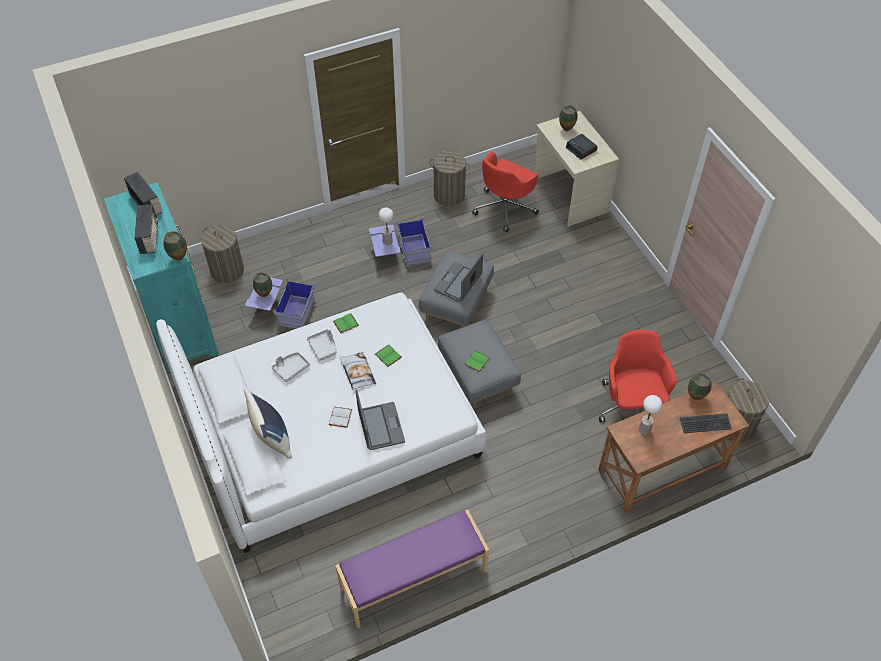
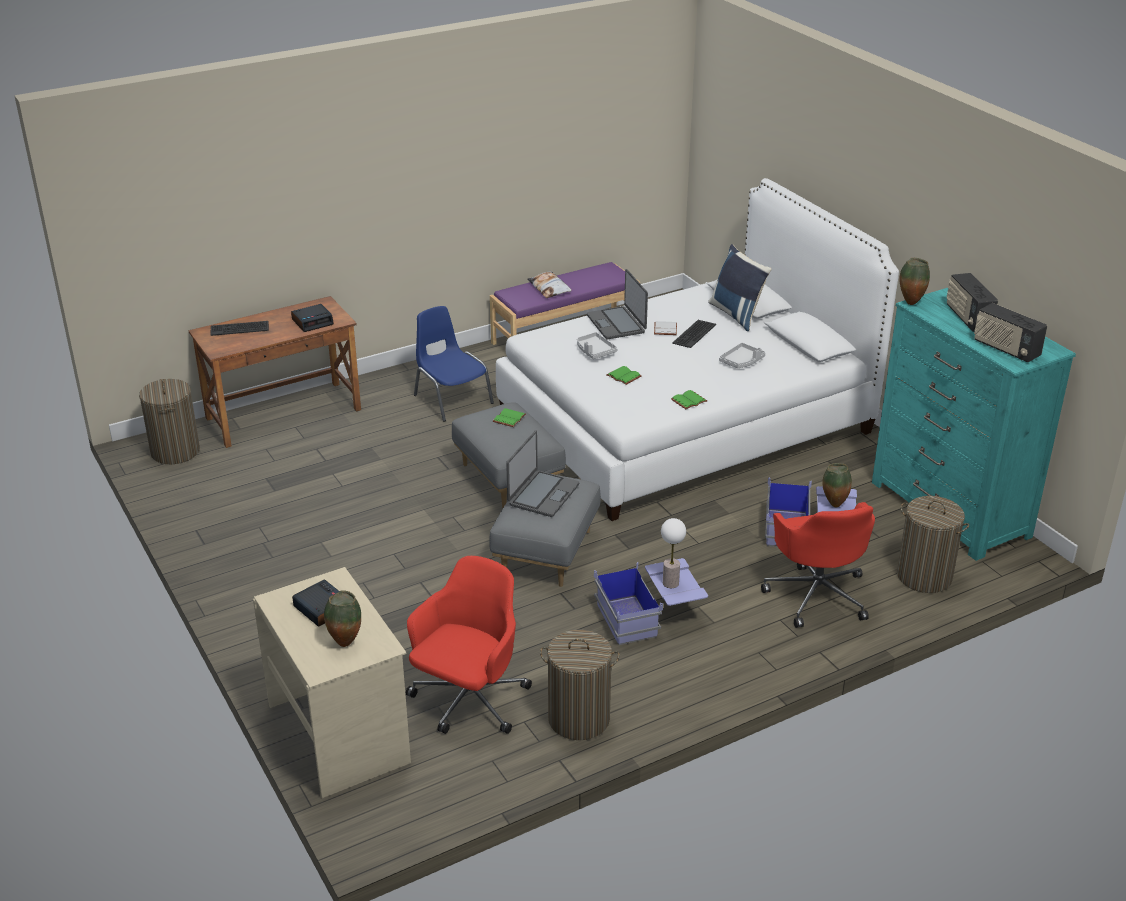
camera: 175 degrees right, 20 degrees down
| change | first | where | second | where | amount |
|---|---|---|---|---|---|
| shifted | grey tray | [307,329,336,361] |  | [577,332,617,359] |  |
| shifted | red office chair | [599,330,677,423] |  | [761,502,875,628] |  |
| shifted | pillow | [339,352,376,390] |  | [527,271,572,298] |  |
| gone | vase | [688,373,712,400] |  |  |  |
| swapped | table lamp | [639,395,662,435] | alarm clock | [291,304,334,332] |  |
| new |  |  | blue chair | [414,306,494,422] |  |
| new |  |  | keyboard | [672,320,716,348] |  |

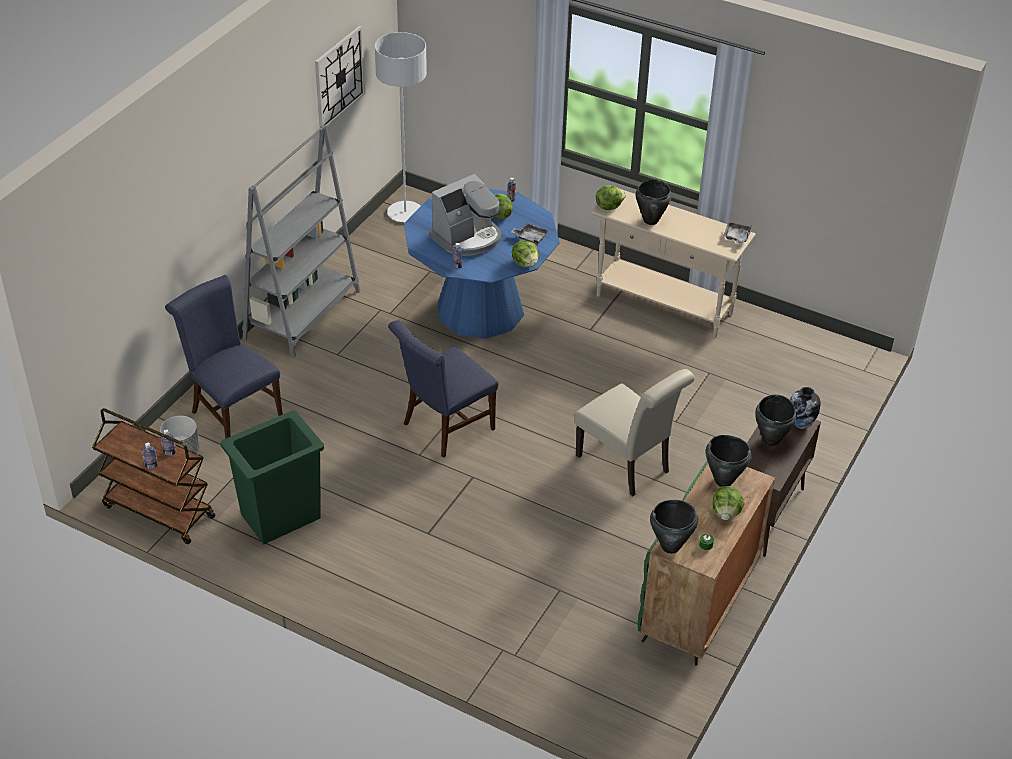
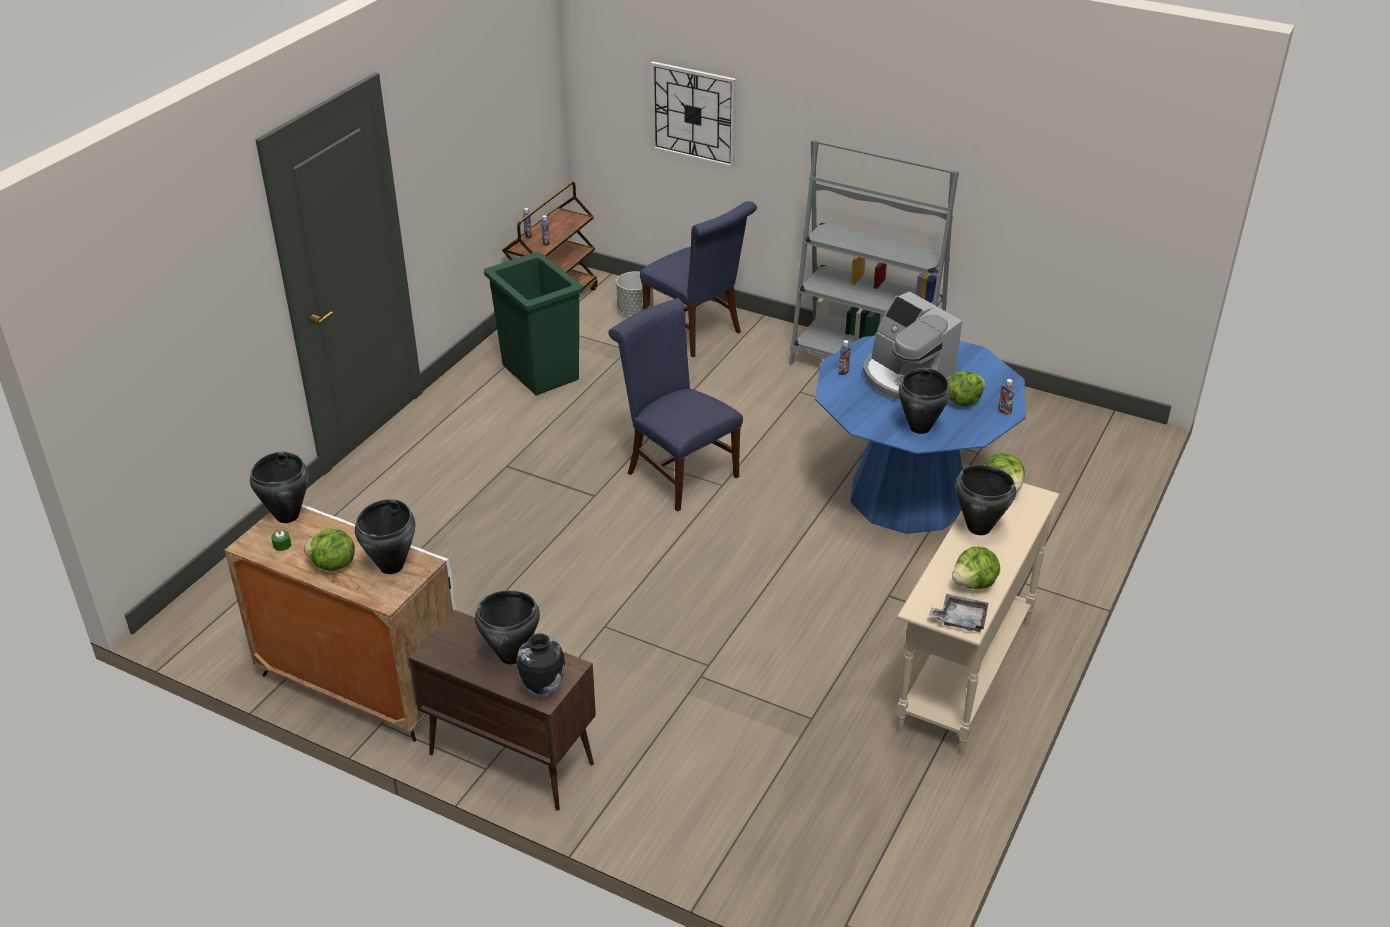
camera: 90 degrees right, 5 degrees down
| change | first | where | second | where | amount |
|---|---|---|---|---|---|
| shifted | wall clock | [315,26,365,127] |  | [650,61,736,168] |  |
| gone | grey floor lamp | [375,32,427,222] |  |  |  |
| swapped | grey tray | [511,223,549,245] | black cooking pot | [898,368,951,434] |  |
| shifted | lettuce | [512,240,539,267] |  | [952,547,1000,589] |  |
| rotated | blue chair | [165,275,283,439] |  | [640,201,757,357] | 90 degrees clockwise |
| gone | beige chair | [574,369,695,496] |  |  |  |
| repainted | green cabinet | [638,461,775,666] | white cabinet | [225,505,456,742] |  |

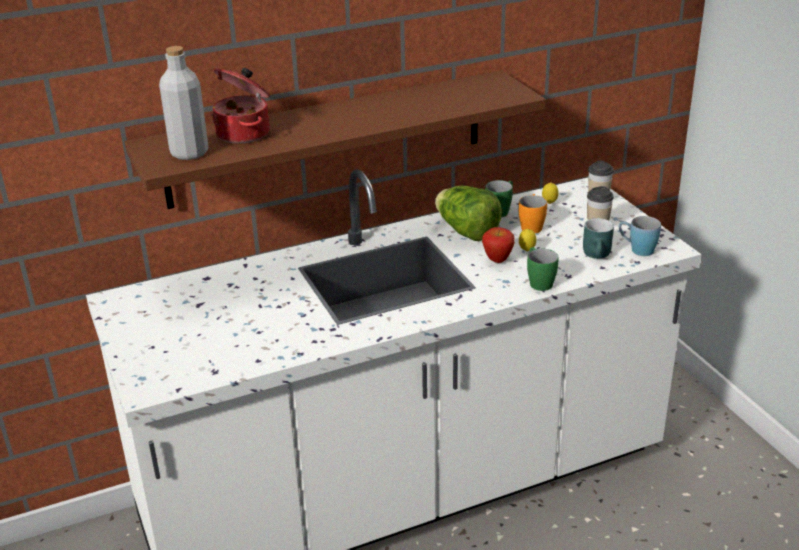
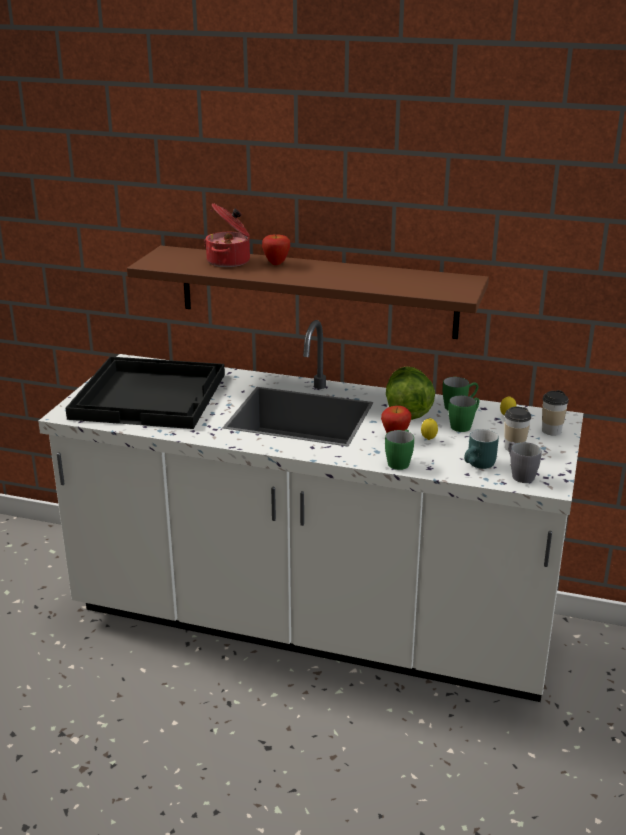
camera: 40 degrees right, 5 degrees down
| change | first | where | second | where | amount |
|---|---|---|---|---|---|
| gone | grey bottle | [159,46,209,160] |  |  |  |
| repainted | orange mug | [519,194,547,233] | green mug | [448,395,480,432] |  |
| repainted | blue mug | [619,216,661,256] | grey mug | [508,442,542,483] |  |
| new |  |  | apple | [262,234,290,265] |  |
| new |  |  | black tray | [65,357,225,429] |  |

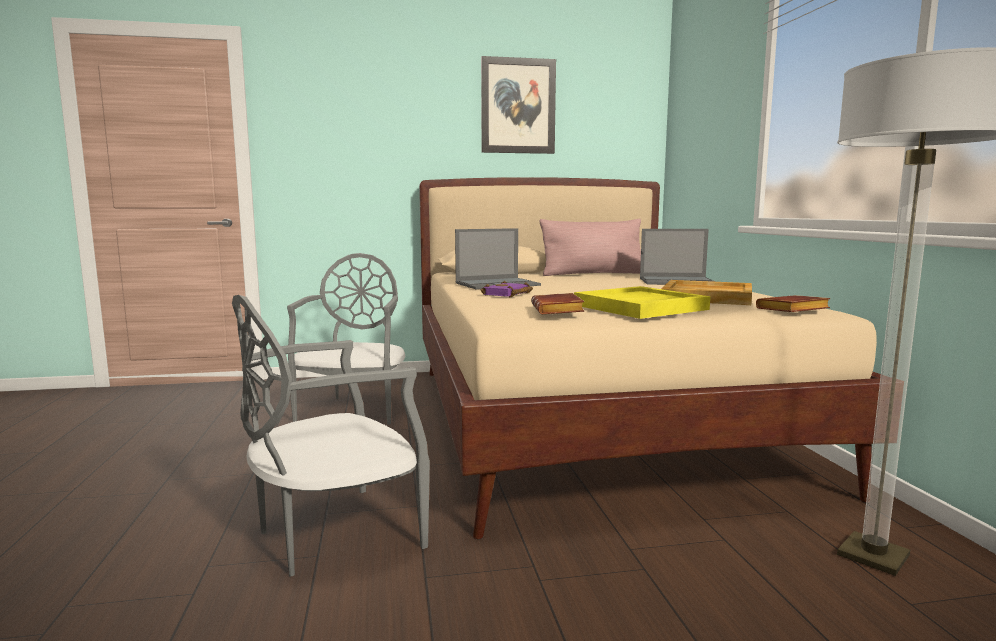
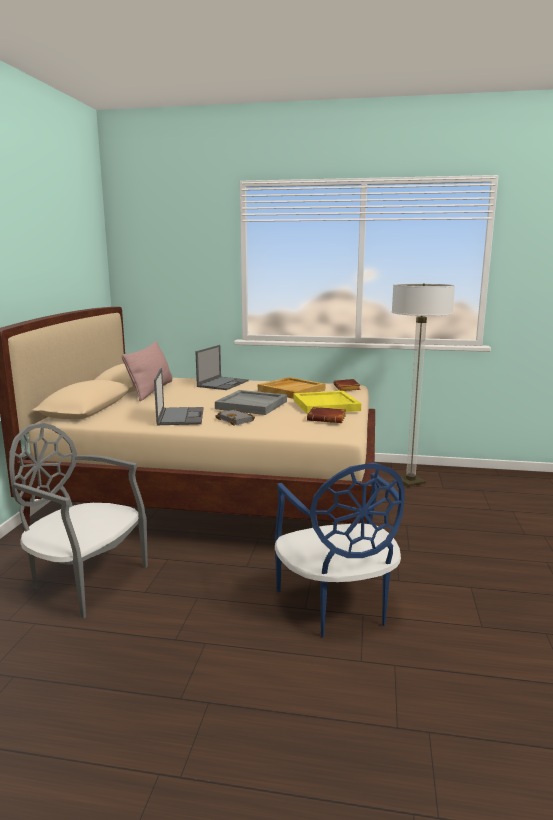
camera: 70 degrees left, 5 degrees up
| change | first | where | second | where | amount |
|---|---|---|---|---|---|
| gone | picture | [481,56,556,154] |  |  |  |
| repainted | purple book | [481,281,533,297] | grey book | [215,409,255,425] |  |
| repainted | grey chair | [232,295,430,577] | blue chair | [275,463,404,637] |  |
| new |  |  | grey tray | [215,390,287,415] |  |

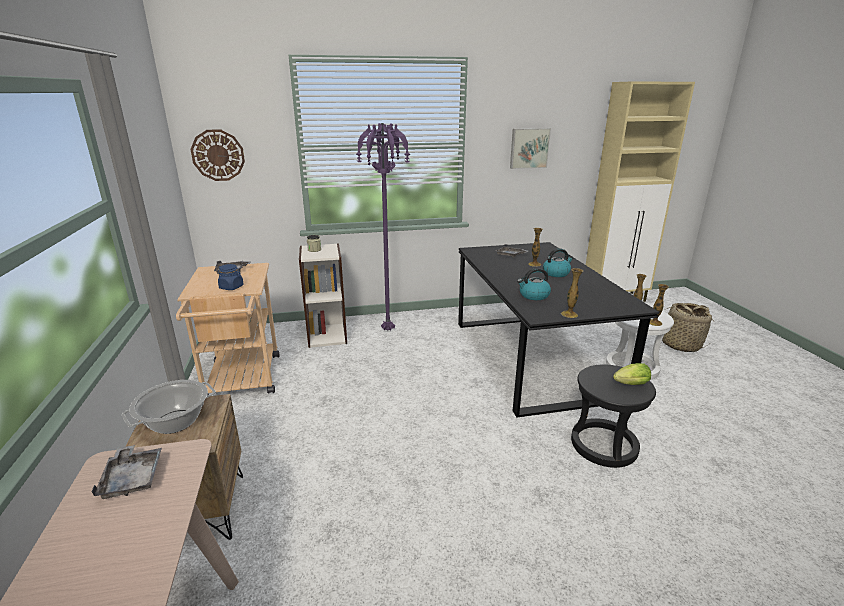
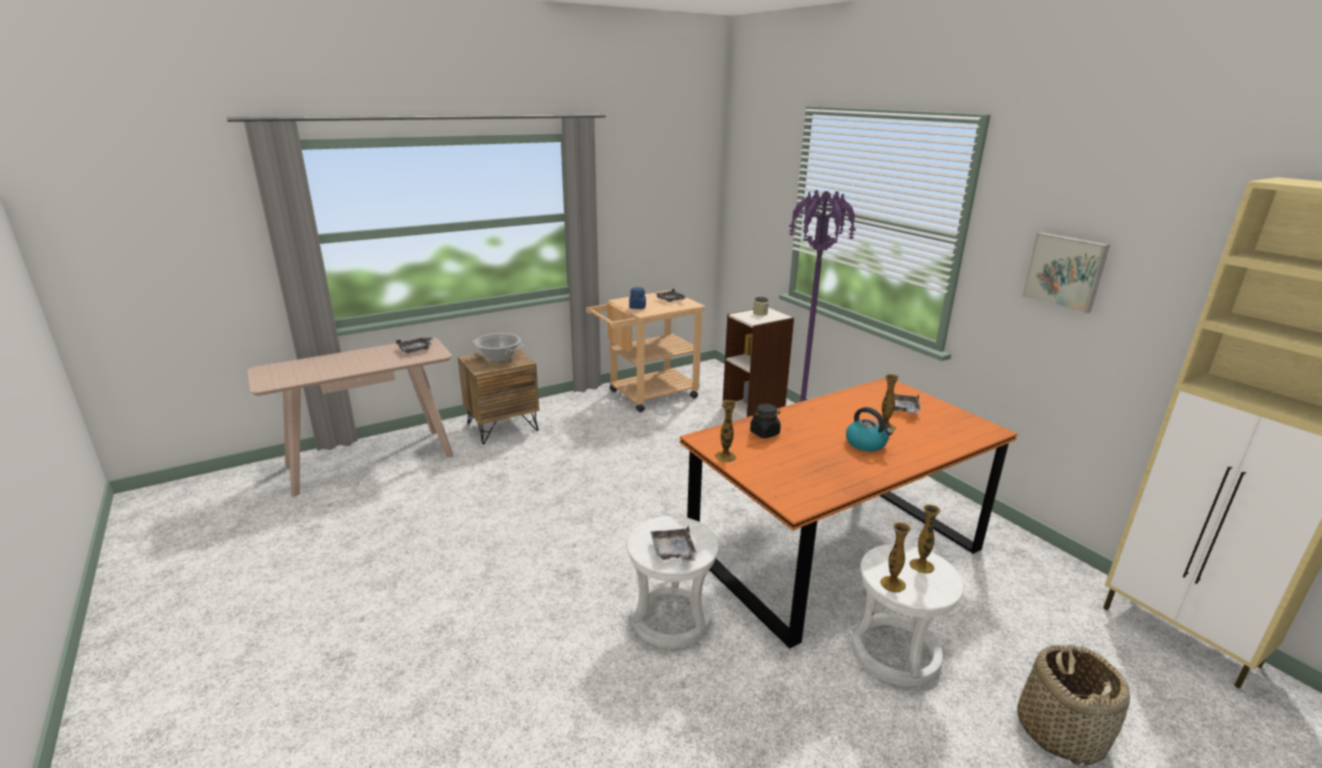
camera: 70 degrees right, 0 degrees up
| change | first | where | second | where | amount |
|---|---|---|---|---|---|
| gone | wall clock | [190,130,245,181] |  |  |  |
| repainted | black dining table | [458,242,659,417] | orange dining table | [680,378,1018,649] |  |
| swapped | kettle | [517,268,551,300] | black jar | [750,404,781,438] |  |
| swapped | lettuce | [613,363,651,385] | grey tray | [650,526,697,562] |  |
| repainted | black stool | [571,364,656,468] | white stool | [627,516,719,649] |  |

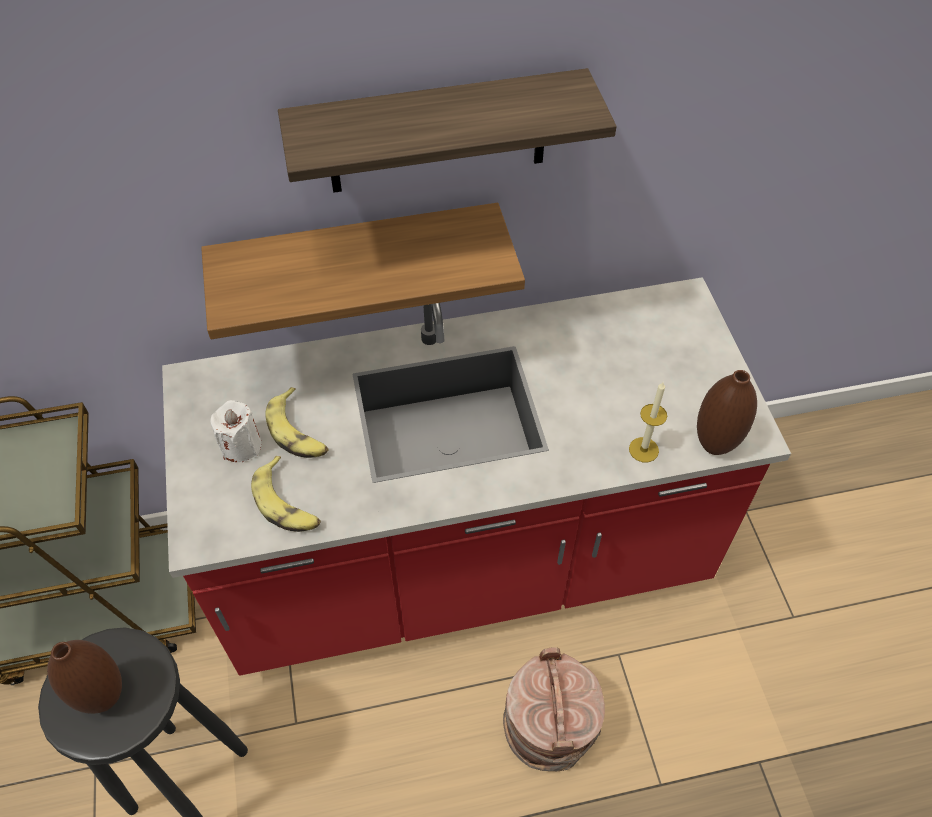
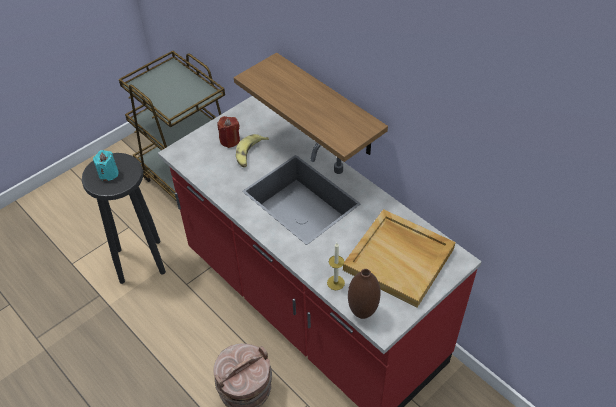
camera: 60 degrees right, 5 degrees down
| change | first | where | second | where | amount |
|---|---|---|---|---|---|
| gone | shelf | [278,68,617,193] |  |  |  |
| repainted | white candle | [210,400,262,462] | red candle | [217,116,240,148] |  |
| gone | banana | [251,456,321,532] |  |  |  |
| swapped | brown vase | [47,640,122,714] | turquoise candle | [93,150,119,181] |  |
| new |  |  | beige tray | [343,209,456,308] |  |

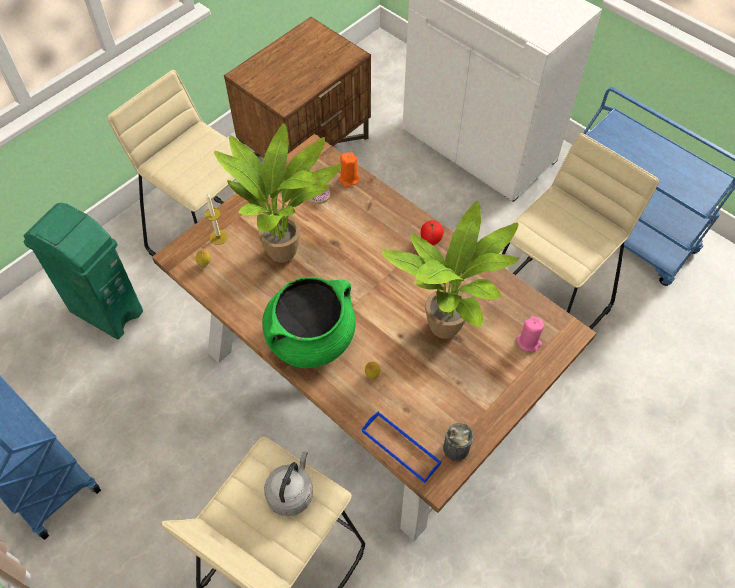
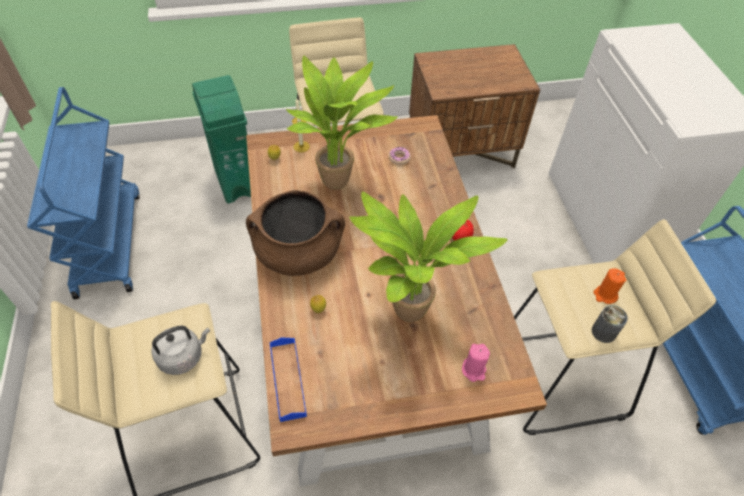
camera: 35 degrees right, 5 degrees down
| change | first | where | second | where | amount |
|---|---|---|---|---|---|
| shifted | orange candle | [339,152,360,188] |  | [594,268,626,304] |  |
| repainted | green cooking pot | [262,277,356,368] | brown cooking pot | [246,190,345,276] |  |
| shifted | can | [443,423,473,461] |  | [592,305,628,343] |  |

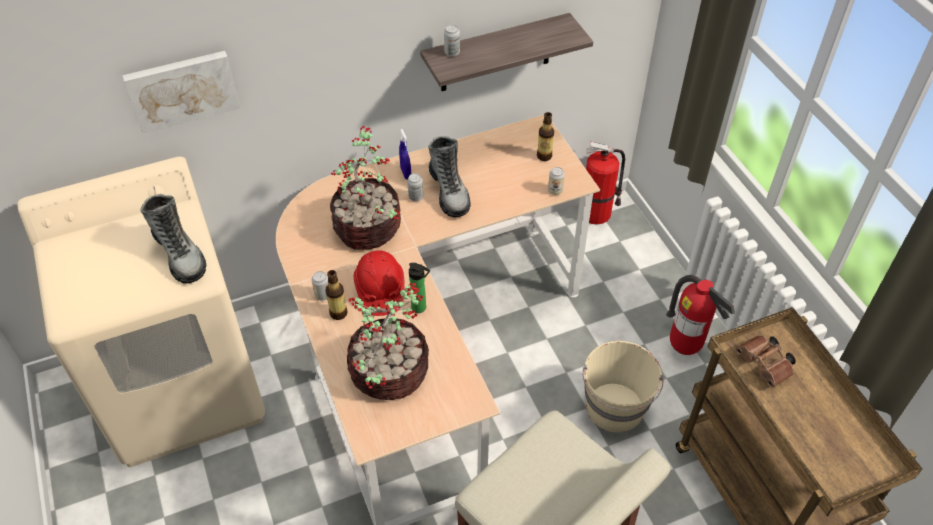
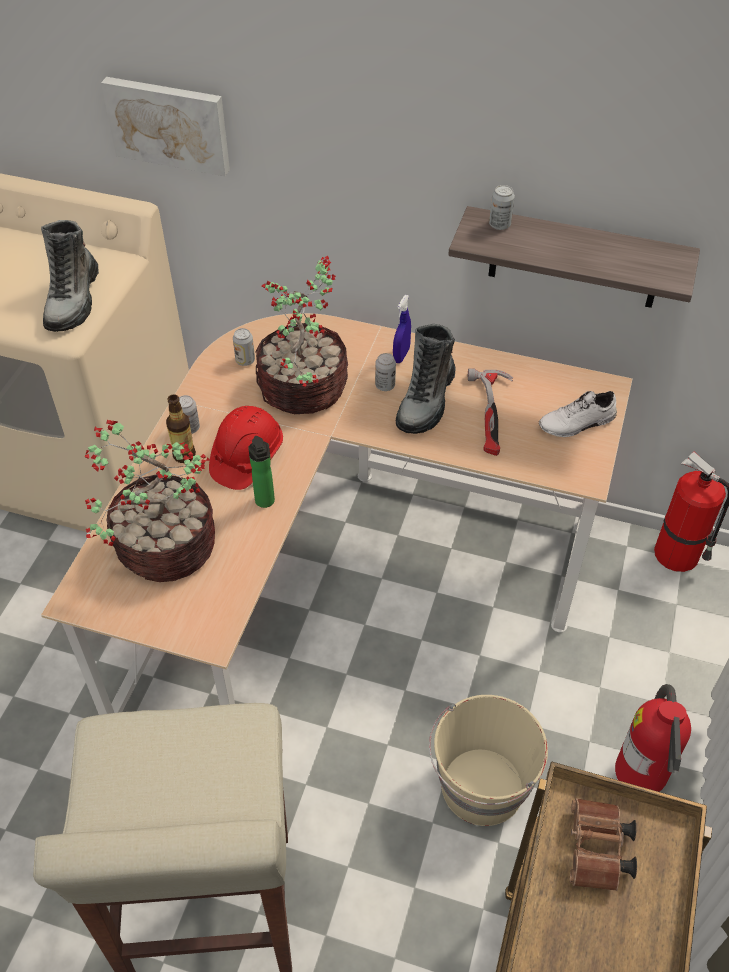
camera: 40 degrees right, 0 degrees up
| change | first | where | second | where | amount |
|---|---|---|---|---|---|
| swapped | bottle | [537,112,554,161] | white shoe | [539,391,617,437] |  |
| shifted | can | [548,167,565,195] |  | [233,328,255,366] |  |
| new |  |  | hammer | [468,368,513,456] |  |

